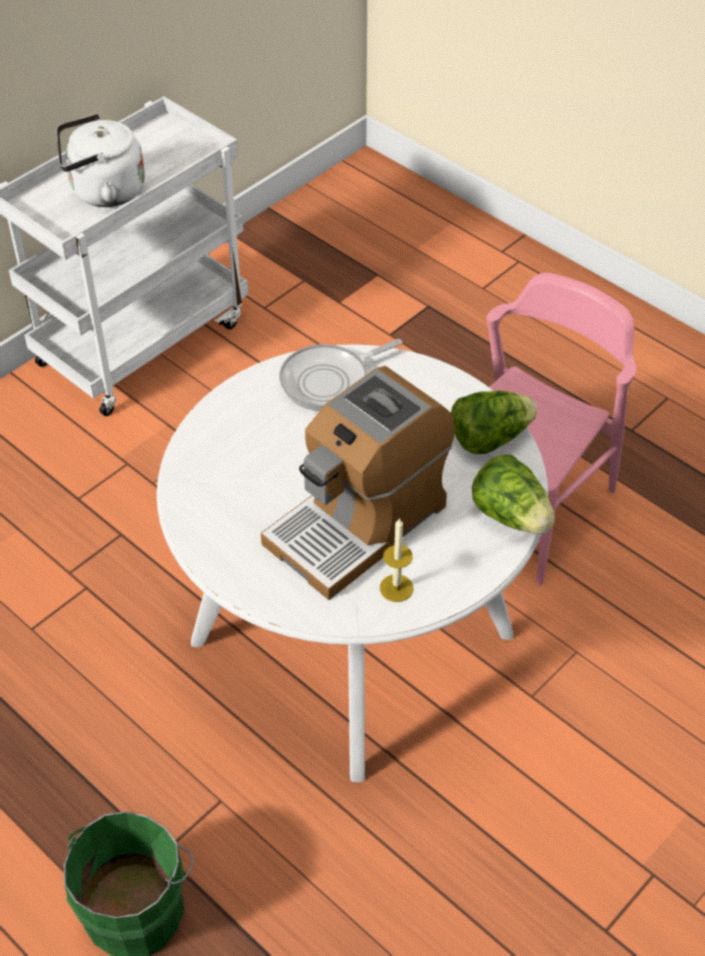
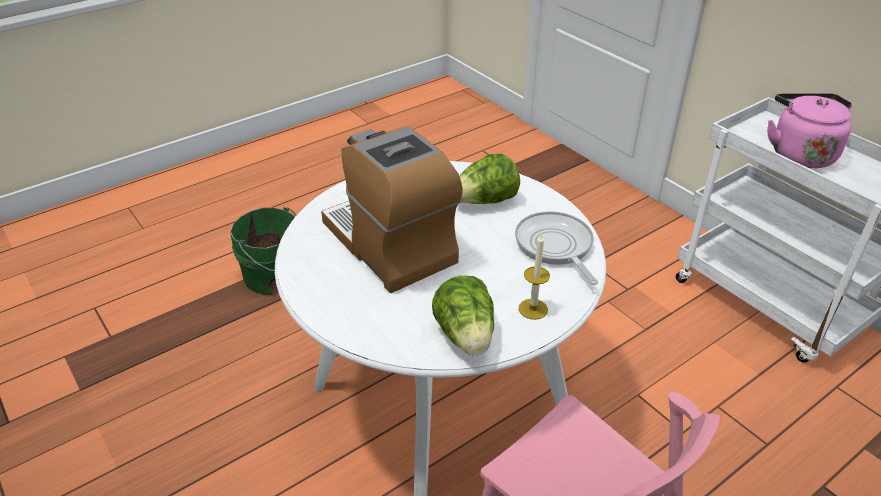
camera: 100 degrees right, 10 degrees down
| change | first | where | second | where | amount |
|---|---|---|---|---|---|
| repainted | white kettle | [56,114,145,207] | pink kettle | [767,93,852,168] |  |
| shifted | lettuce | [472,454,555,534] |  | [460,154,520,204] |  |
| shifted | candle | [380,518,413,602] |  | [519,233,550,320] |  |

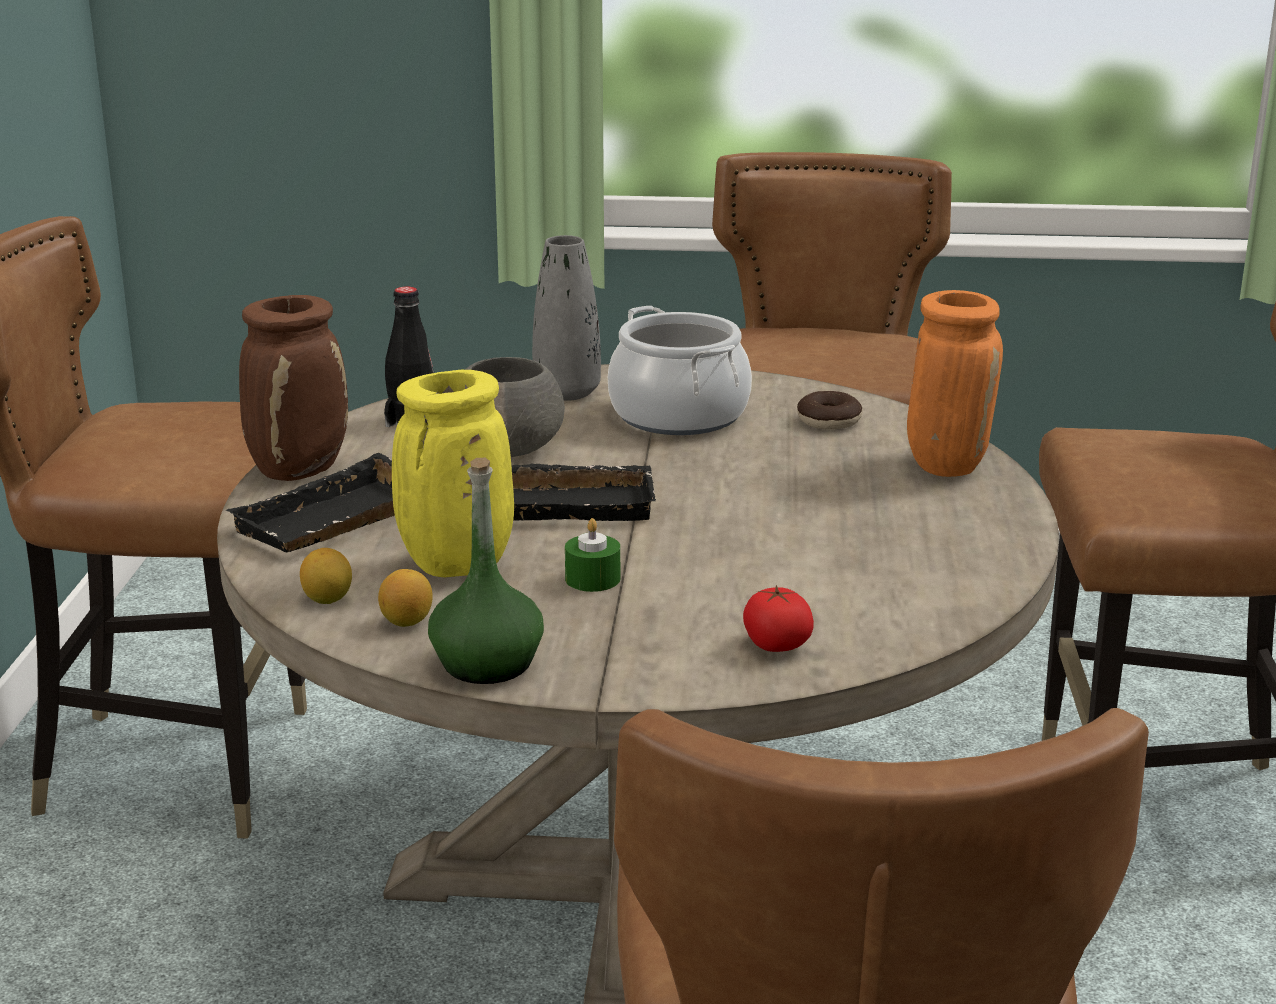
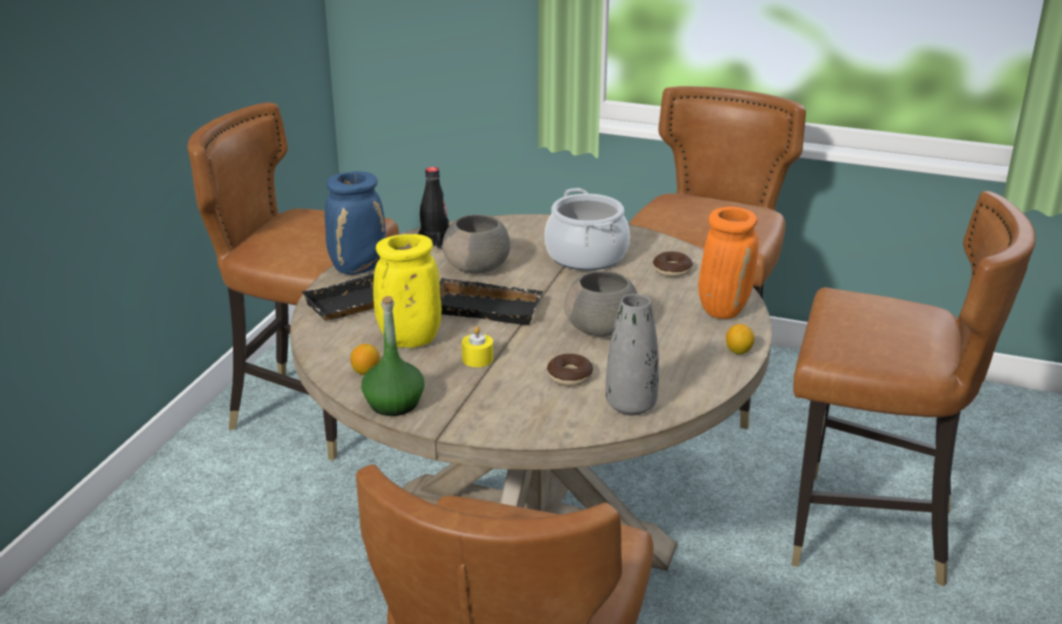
camera: 15 degrees right, 5 degrees up
| change | first | where | second | where | amount |
|---|---|---|---|---|---|
| shifted | grey vase | [532,235,601,401] |  | [606,294,659,416] |  |
| repainted | brown vase | [239,295,348,481] | blue vase | [325,171,386,275] |  |
| repainted | green candle | [565,518,620,592] | yellow candle | [462,326,493,367] |  |
| shifted | lemon | [300,548,352,604] |  | [726,324,755,354] |  |
| gone | tomato | [743,585,814,652] |  |  |  |
| new |  |  | grey bowl | [564,271,637,337] |  |
| new |  |  | donut | [547,353,593,386] |  |

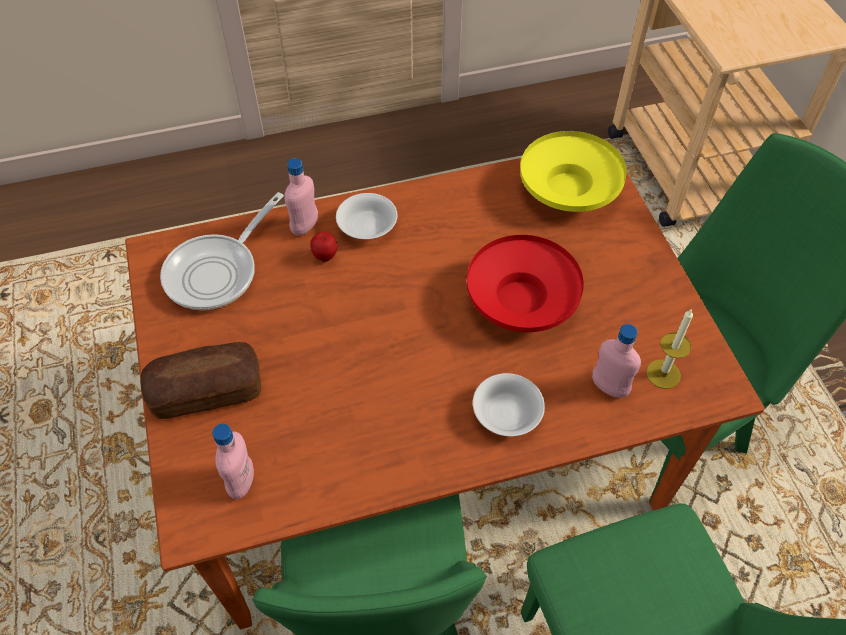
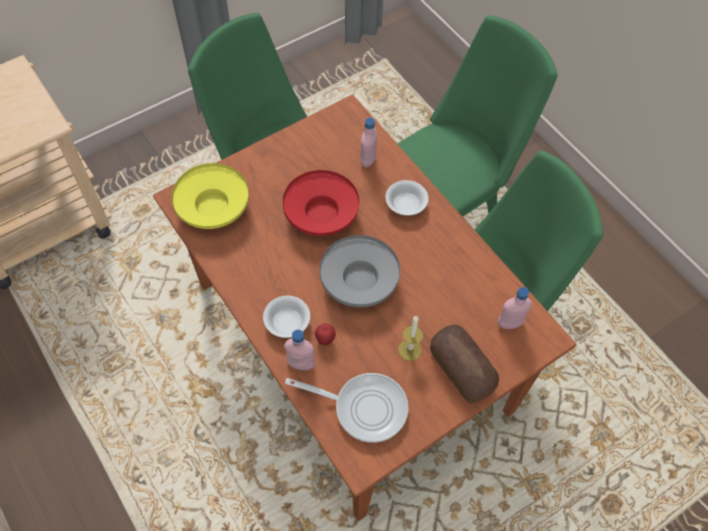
camera: 110 degrees left, 5 degrees up
| change | first | where | second | where | amount |
|---|---|---|---|---|---|
| shifted | candle | [646,310,693,389] |  | [398,315,423,361] |  |
| new |  |  | grey bowl | [320,235,400,307] |  |

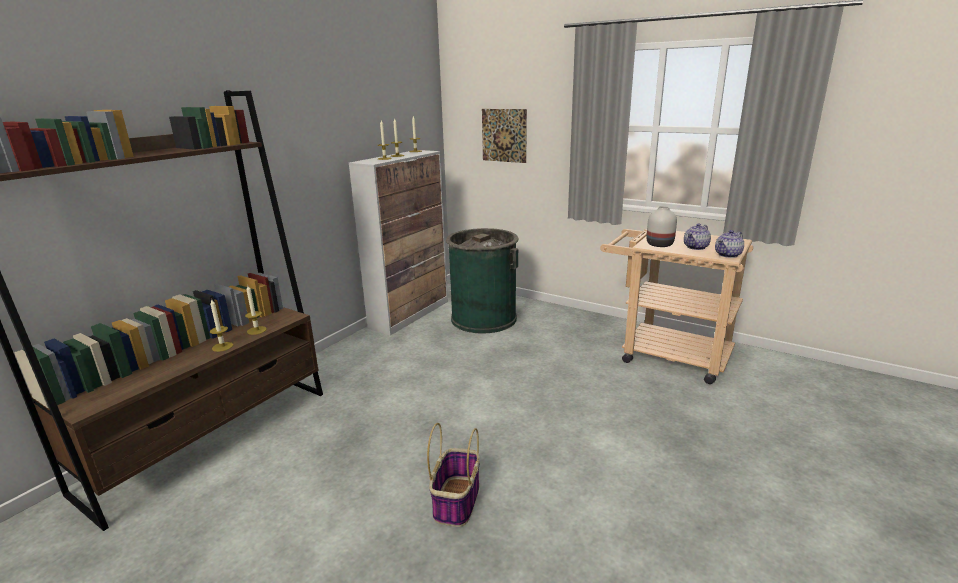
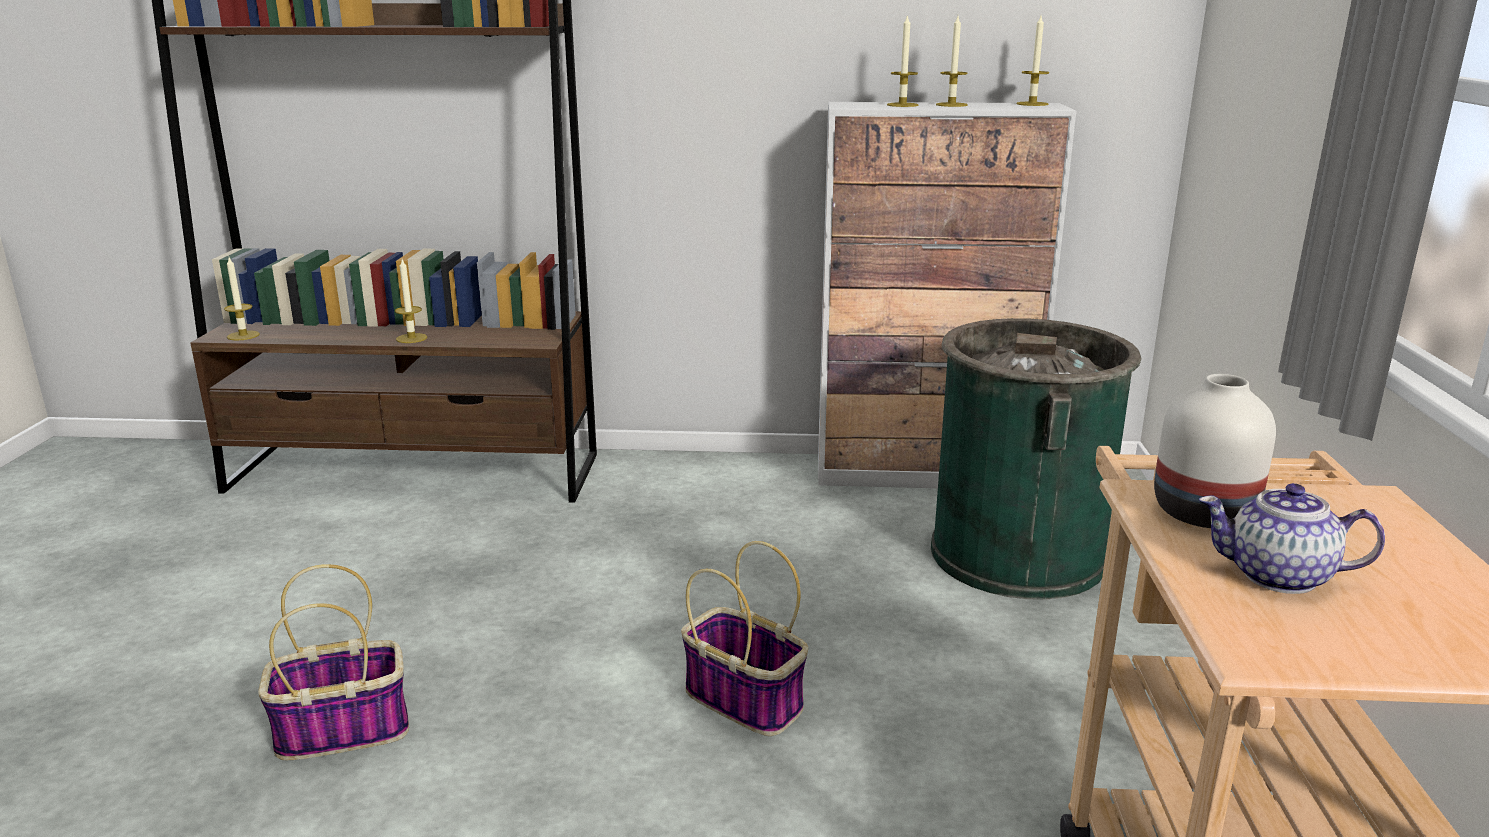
camera: 60 degrees right, 0 degrees up
| change | first | where | second | where | amount |
|---|---|---|---|---|---|
| gone | picture | [482,109,527,163] |  |  |  |
| gone | teapot | [715,230,744,258] |  |  |  |
| shifted | candle | [245,285,267,335] |  | [224,257,260,341] |  |
| new |  |  | basket | [681,541,808,736] |  |

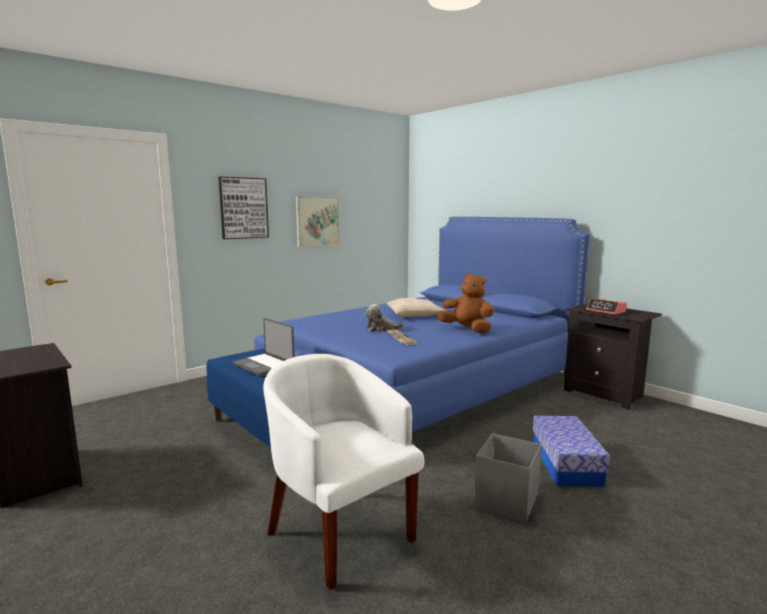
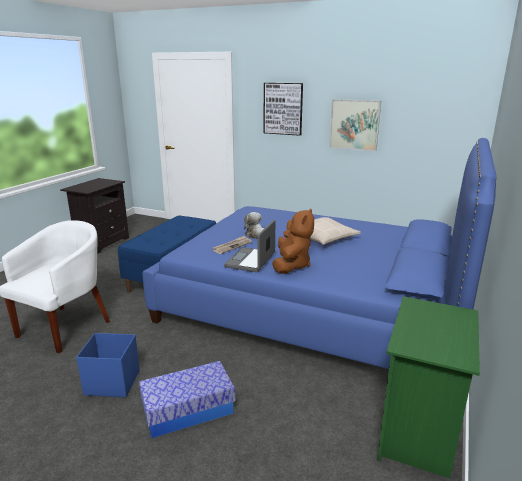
camera: 65 degrees right, 10 degrees up
| change | first | where | second | where | amount |
|---|---|---|---|---|---|
| gone | alarm clock | [586,298,627,315] |  |  |  |
| repainted | black nightstand | [564,304,662,410] | green nightstand | [377,296,480,478] |  |
| shifted | laptop | [232,318,295,376] |  | [224,220,275,272] |  |
| repainted | grey storage box | [474,433,542,523] | blue storage box | [76,333,140,397] |  |

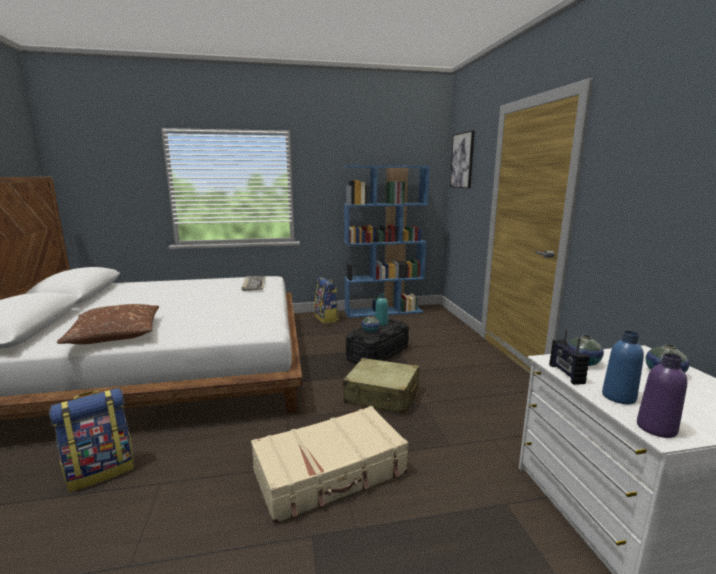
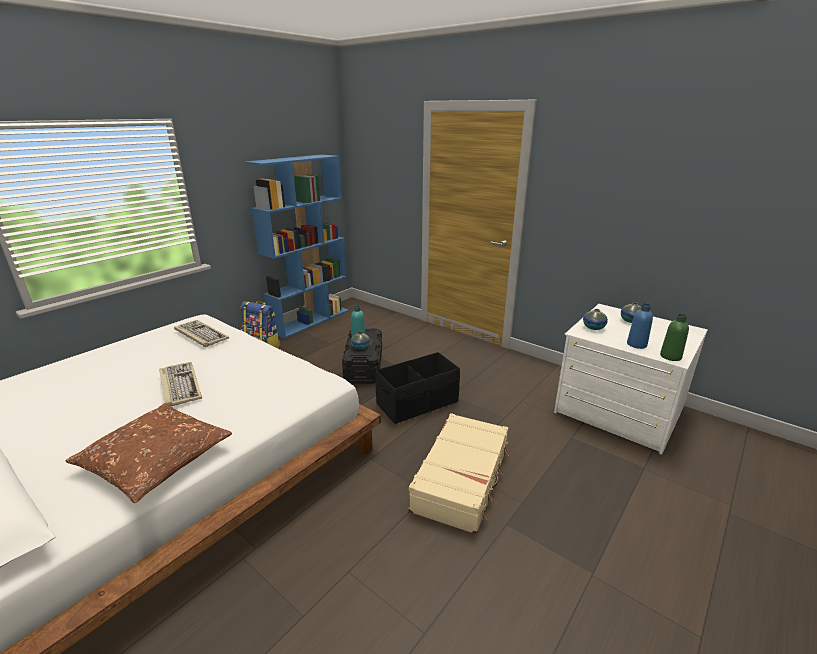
camera: 40 degrees left, 10 degrees up
| change | first | where | second | where | amount |
|---|---|---|---|---|---|
| gone | picture | [450,130,475,188] |  |  |  |
| gone | radio | [549,329,590,385] |  |  |  |
| repainted | purple bottle | [637,353,687,438] | green bottle | [660,314,689,361] |  |
| swapped | beige suitcase | [343,358,419,414] | black storage box | [375,352,460,424] |  |
| gone | backpack | [49,388,134,492] |  |  |  |
| new |  |  | keyboard | [159,362,202,406] |  |

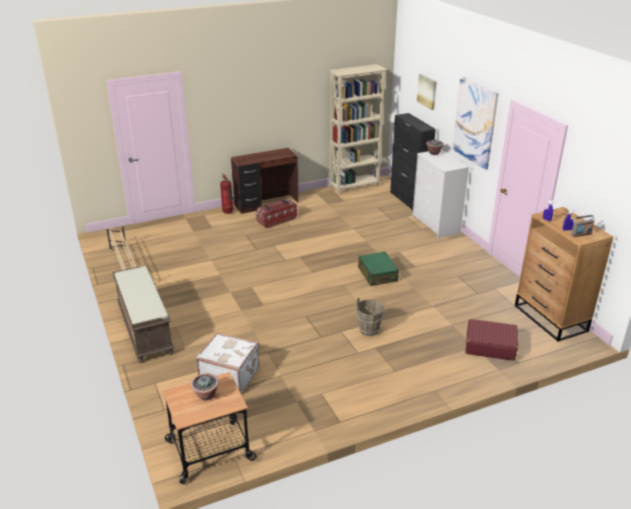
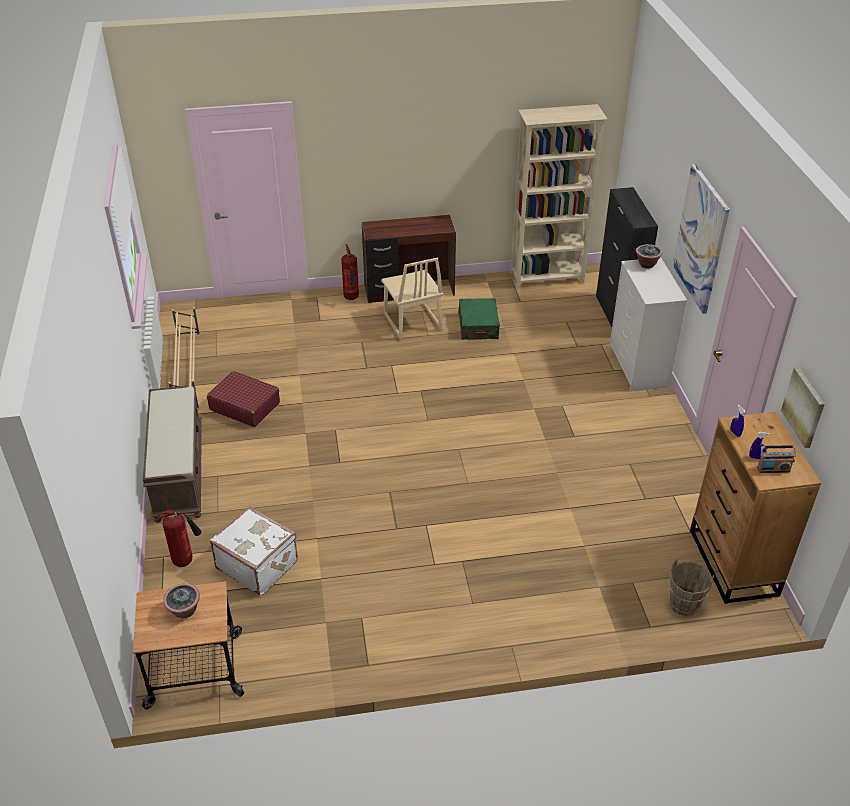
camera: 15 degrees right, 10 degrees up
| change | first | where | second | where | amount |
|---|---|---|---|---|---|
| shifted | picture | [417,74,437,110] |  | [781,367,825,448] |  |
| swapped | storage box | [256,199,297,229] | beige chair | [381,258,443,340] |  |
| shifted | green suitcase | [358,252,399,286] |  | [459,298,500,340] |  |
| shifted | brown bucket | [356,298,384,336] |  | [669,559,714,616] |  |
| shifted | red suitcase | [465,319,518,361] |  | [207,371,280,427] |  |
| new |  |  | fire extinguisher | [156,510,202,567] |  |

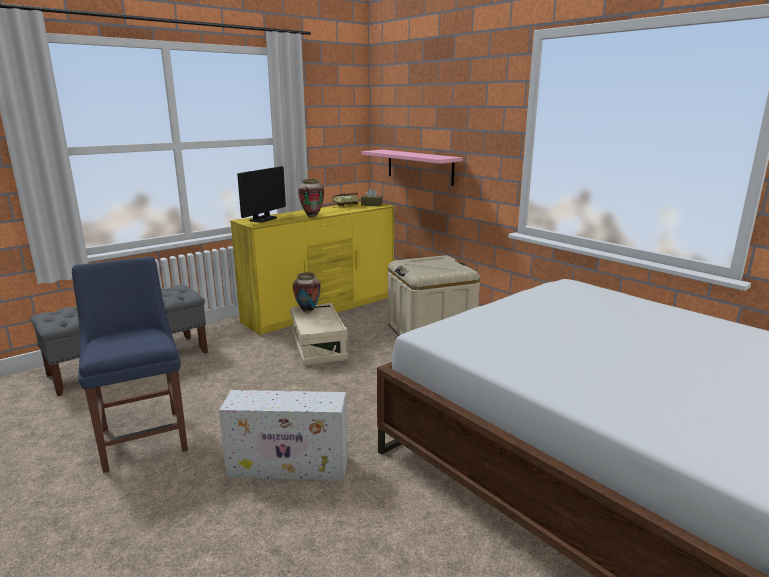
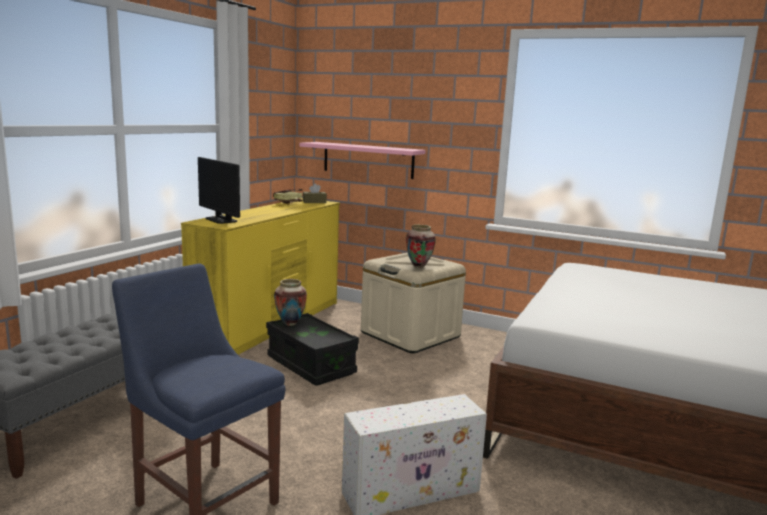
camera: 25 degrees left, 5 degrees down
| change | first | where | second | where | amount |
|---|---|---|---|---|---|
| rotated | monitor | [237,166,286,223] |  | [198,157,240,224] | 135 degrees clockwise |
| shifted | vase | [298,179,324,217] |  | [406,225,436,268] |  |
| repainted | beige storage box | [290,303,348,365] | black storage box | [266,313,359,386] |  |

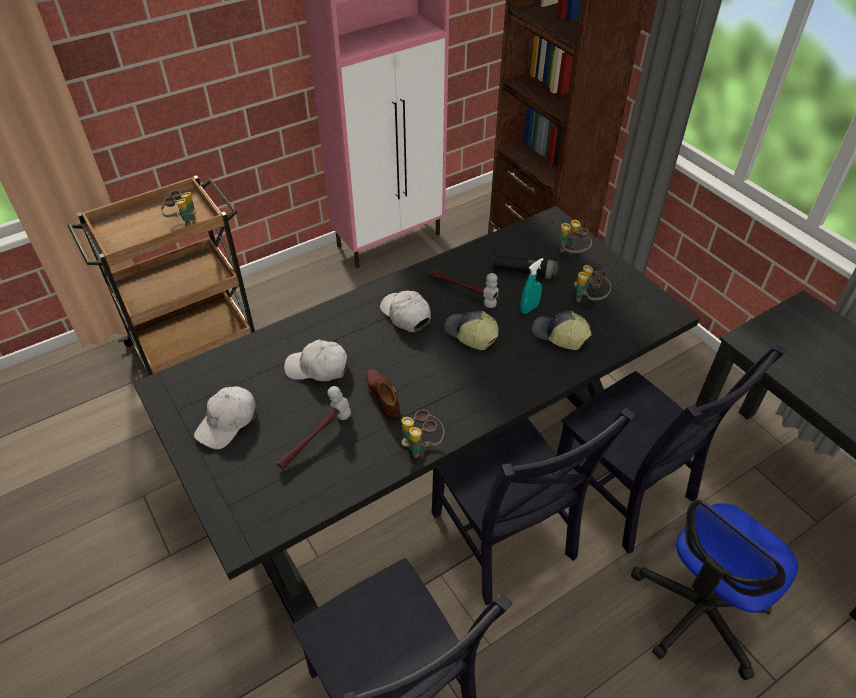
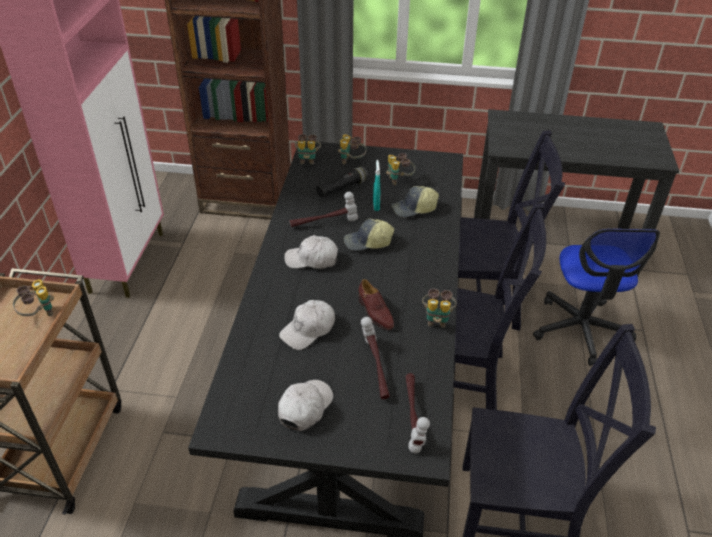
camera: 50 degrees left, 5 degrees down
| change | first | where | second | where | amount |
|---|---|---|---|---|---|
| rotated | brown shoe | [366,369,400,421] |  | [358,279,394,330] | 135 degrees counterclockwise |
| rotated | white cap | [194,386,256,449] |  | [278,380,333,431] | 135 degrees counterclockwise |
| new |  |  | binoculars | [295,134,321,165] |  |
| new |  |  | hammer | [406,373,430,453] |  |

